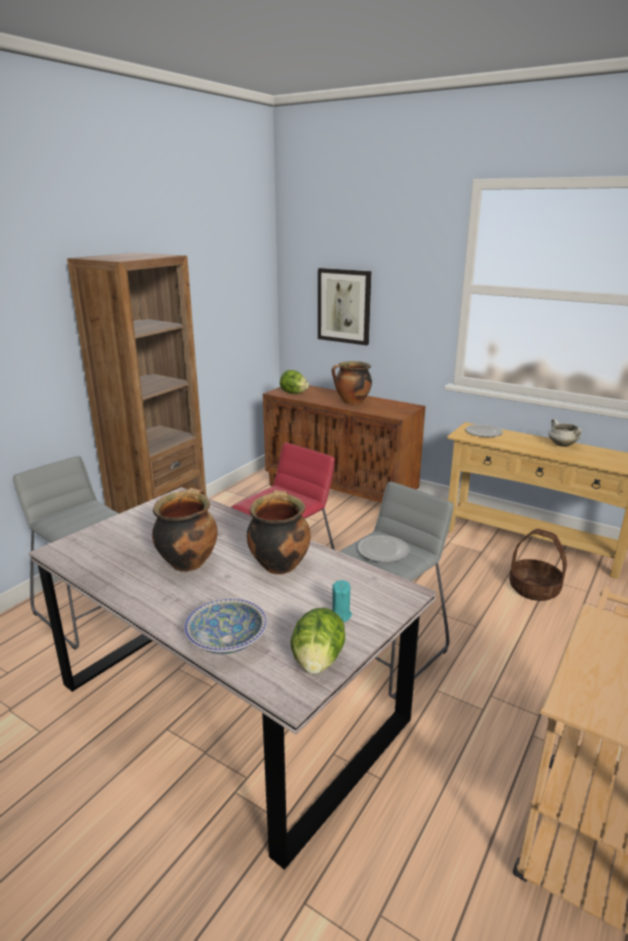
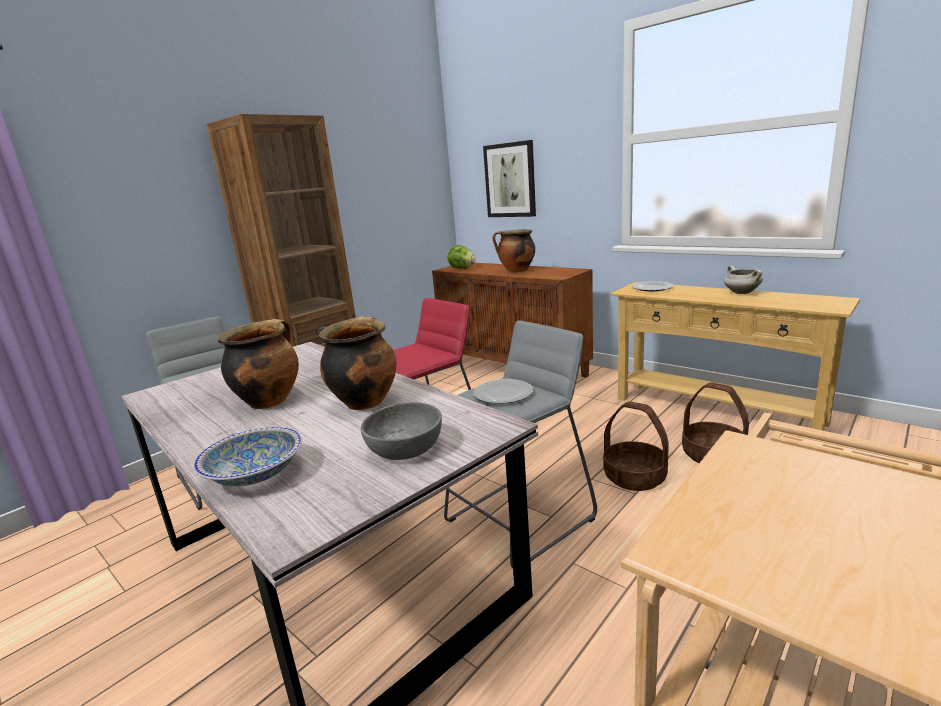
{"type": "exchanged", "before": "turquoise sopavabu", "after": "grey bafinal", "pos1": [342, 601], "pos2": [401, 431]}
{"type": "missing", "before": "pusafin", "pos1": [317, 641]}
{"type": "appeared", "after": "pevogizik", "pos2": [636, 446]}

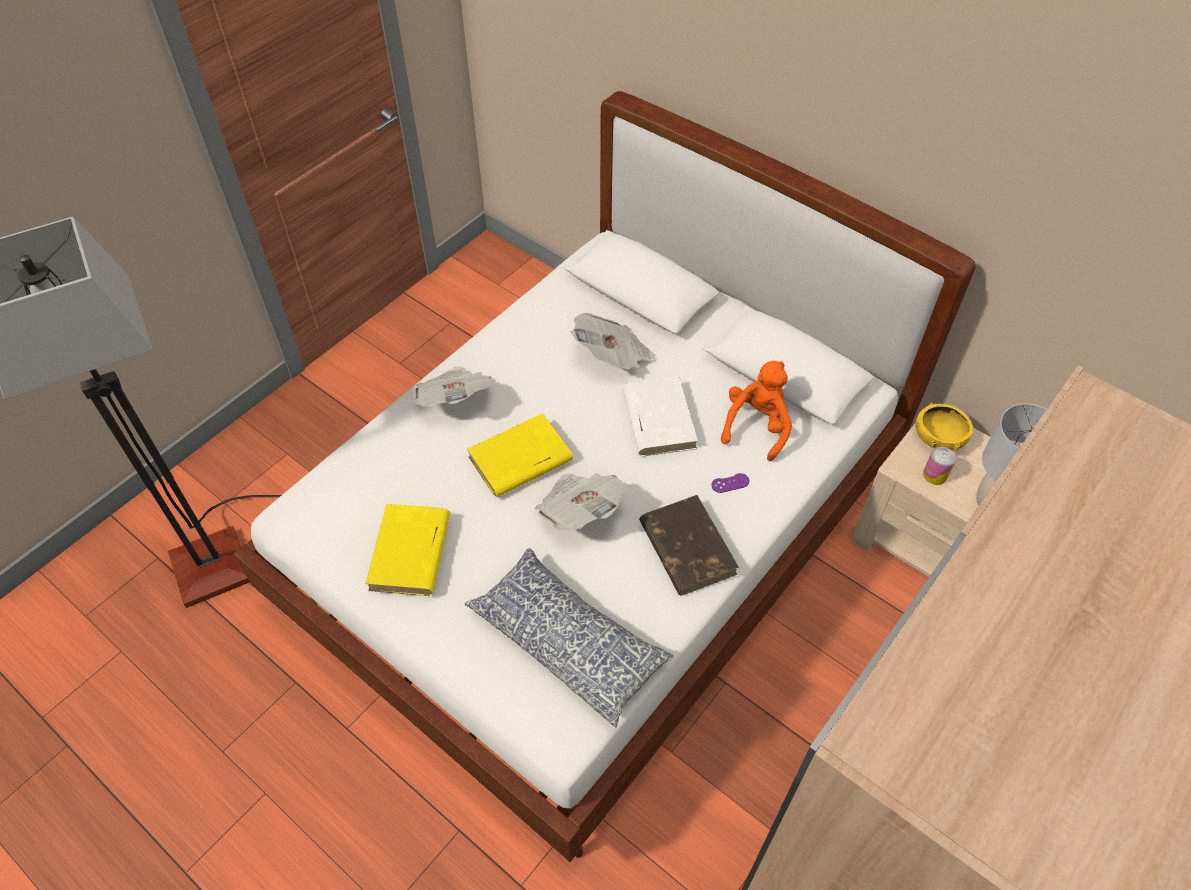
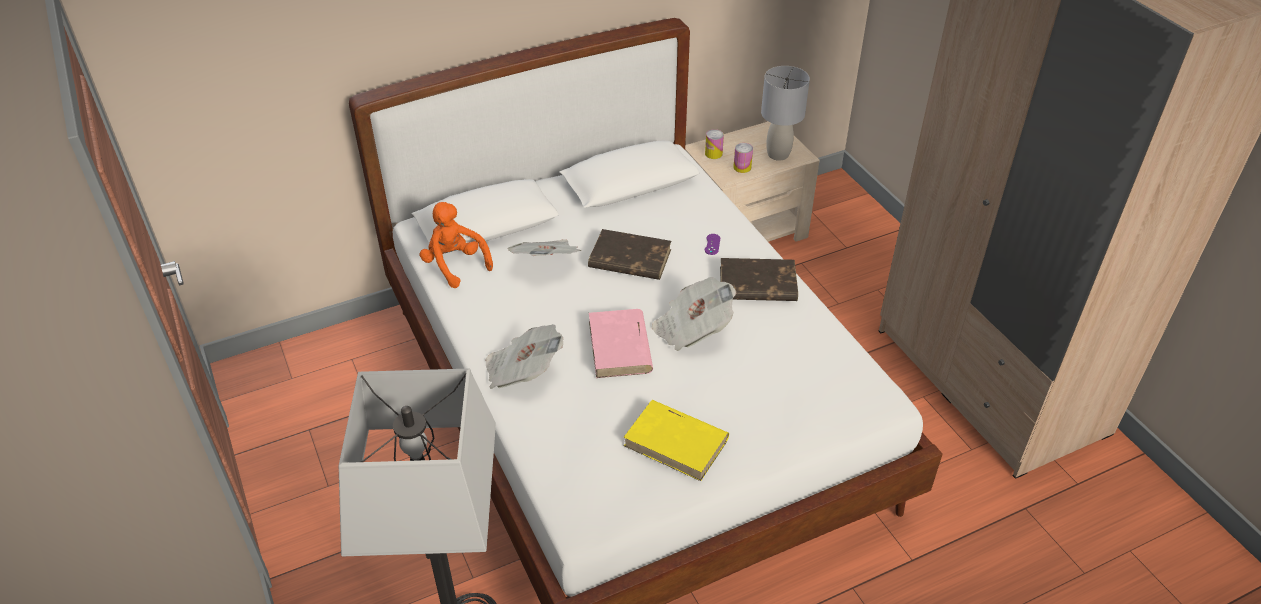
{"type": "relocated", "before": "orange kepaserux", "pos1": [756, 411], "pos2": [456, 245]}
{"type": "colour", "before": "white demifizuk", "after": "brown demifizuk", "pos1": [660, 416], "pos2": [629, 254]}
{"type": "exchanged", "before": "yellow bafinal", "after": "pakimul", "pos1": [944, 426], "pos2": [714, 144]}
{"type": "colour", "before": "yellow demifizuk", "after": "pink demifizuk", "pos1": [520, 455], "pos2": [621, 343]}
{"type": "missing", "before": "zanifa", "pos1": [569, 637]}

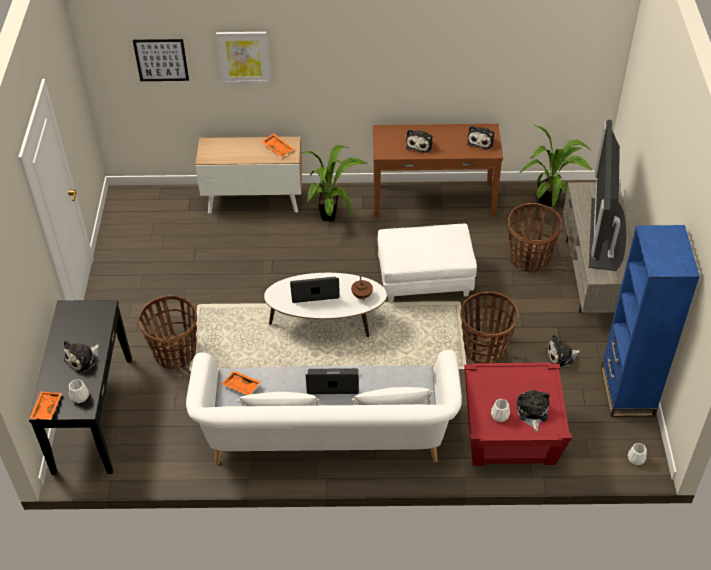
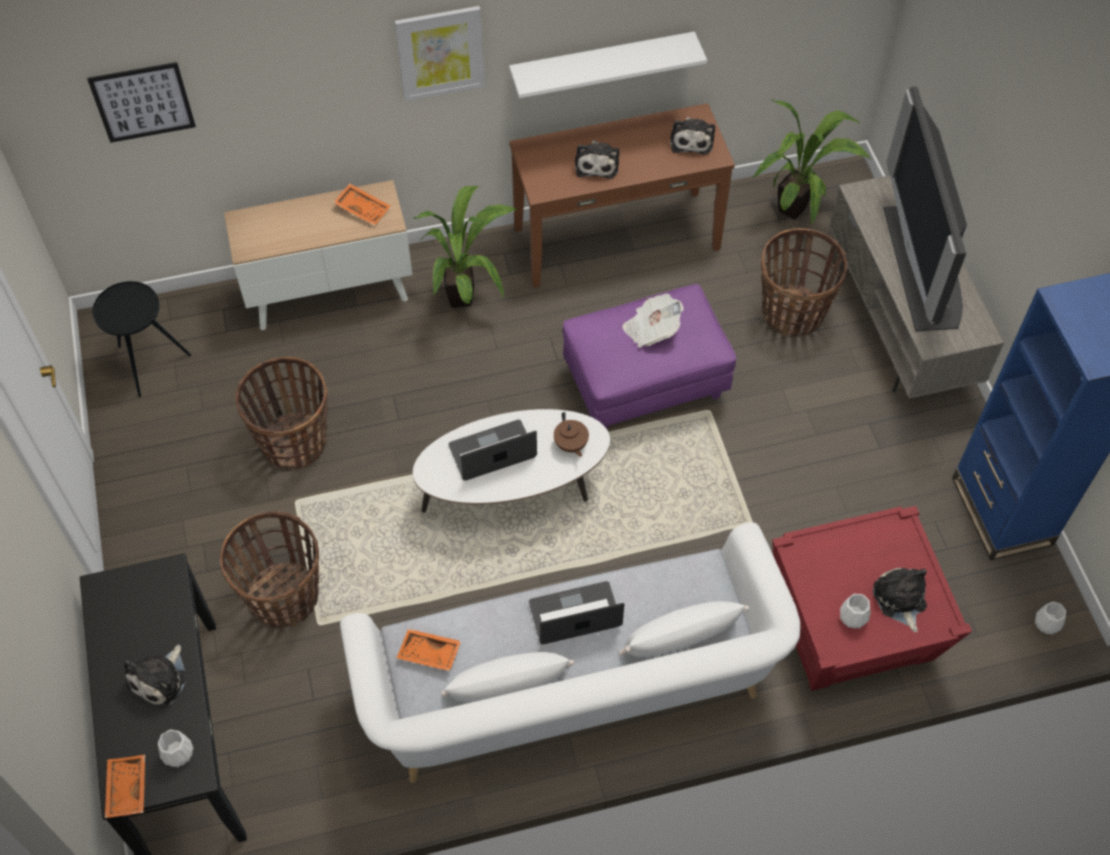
{"type": "relocated", "before": "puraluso", "pos1": [243, 58], "pos2": [440, 53]}
{"type": "colour", "before": "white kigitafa", "after": "purple kigitafa", "pos1": [427, 263], "pos2": [650, 357]}
{"type": "relocated", "before": "pevogizik", "pos1": [489, 327], "pos2": [281, 413]}
{"type": "missing", "before": "kepaserux", "pos1": [563, 351]}
{"type": "appeared", "after": "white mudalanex", "pos2": [608, 65]}
{"type": "appeared", "after": "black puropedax", "pos2": [141, 339]}
{"type": "appeared", "after": "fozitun", "pos2": [653, 321]}

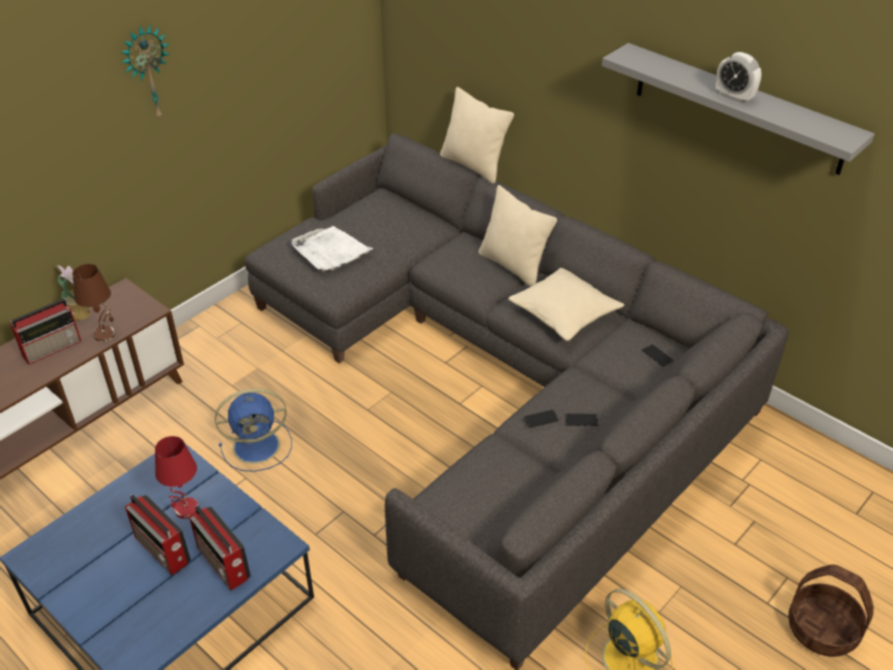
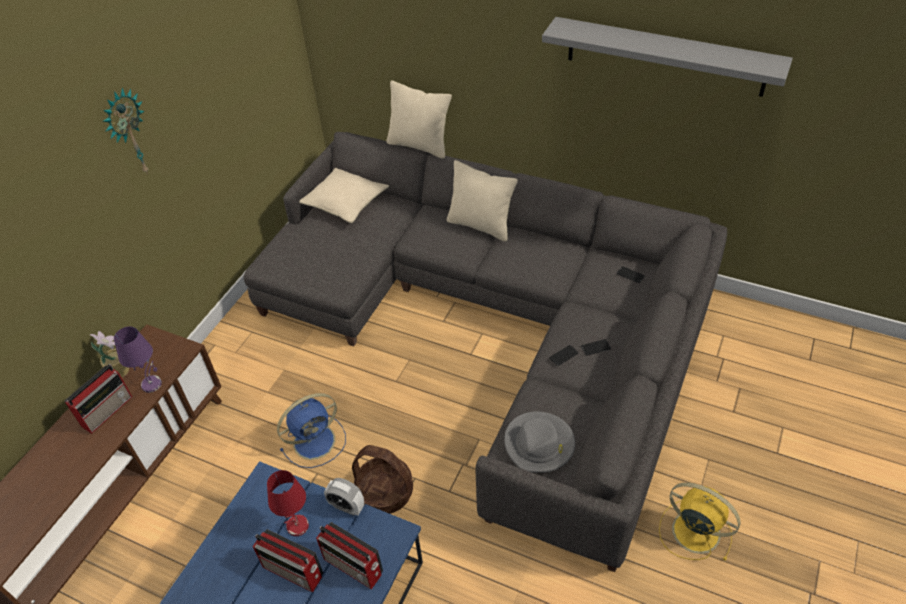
{"type": "relocated", "before": "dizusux", "pos1": [739, 77], "pos2": [344, 497]}
{"type": "missing", "before": "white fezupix", "pos1": [332, 249]}
{"type": "colour", "before": "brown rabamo", "after": "purple rabamo", "pos1": [94, 303], "pos2": [138, 360]}
{"type": "relocated", "before": "beige zanifa", "pos1": [566, 304], "pos2": [344, 195]}
{"type": "relocated", "before": "pevogizik", "pos1": [831, 611], "pos2": [382, 479]}
{"type": "appeared", "after": "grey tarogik", "pos2": [539, 442]}

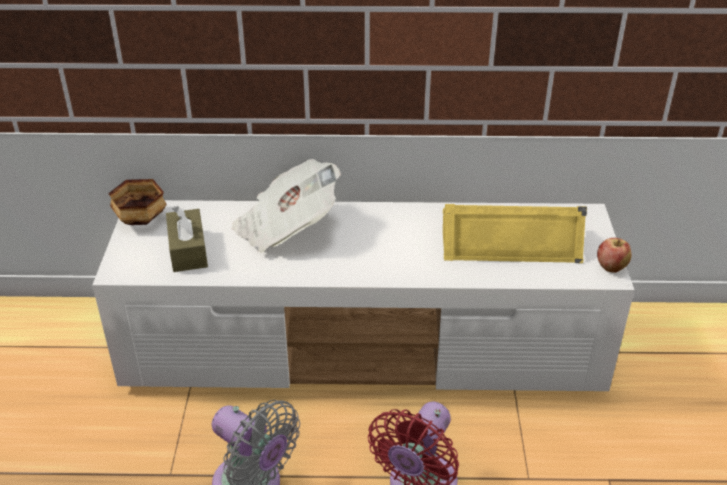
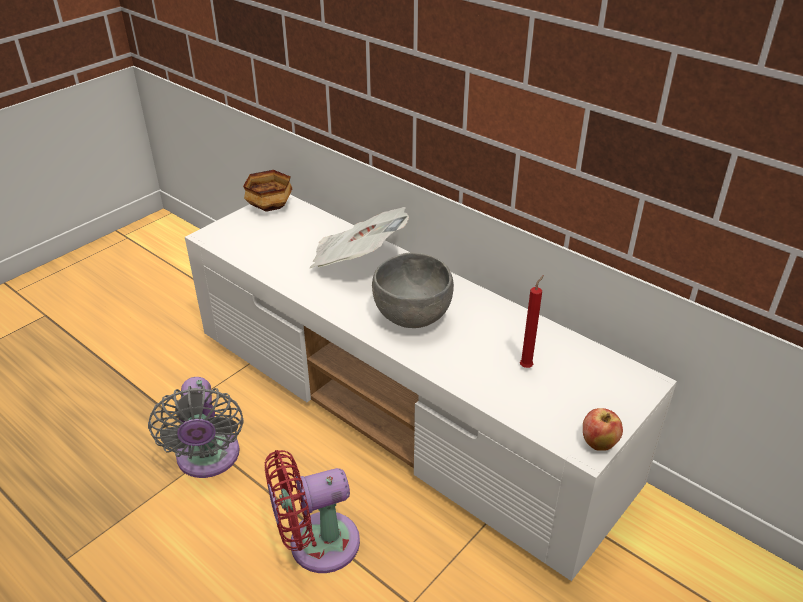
{"type": "exchanged", "before": "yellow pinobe", "after": "red sopavabu", "pos1": [515, 233], "pos2": [532, 321]}
{"type": "missing", "before": "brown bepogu", "pos1": [187, 239]}
{"type": "appeared", "after": "grey bafinal", "pos2": [413, 290]}

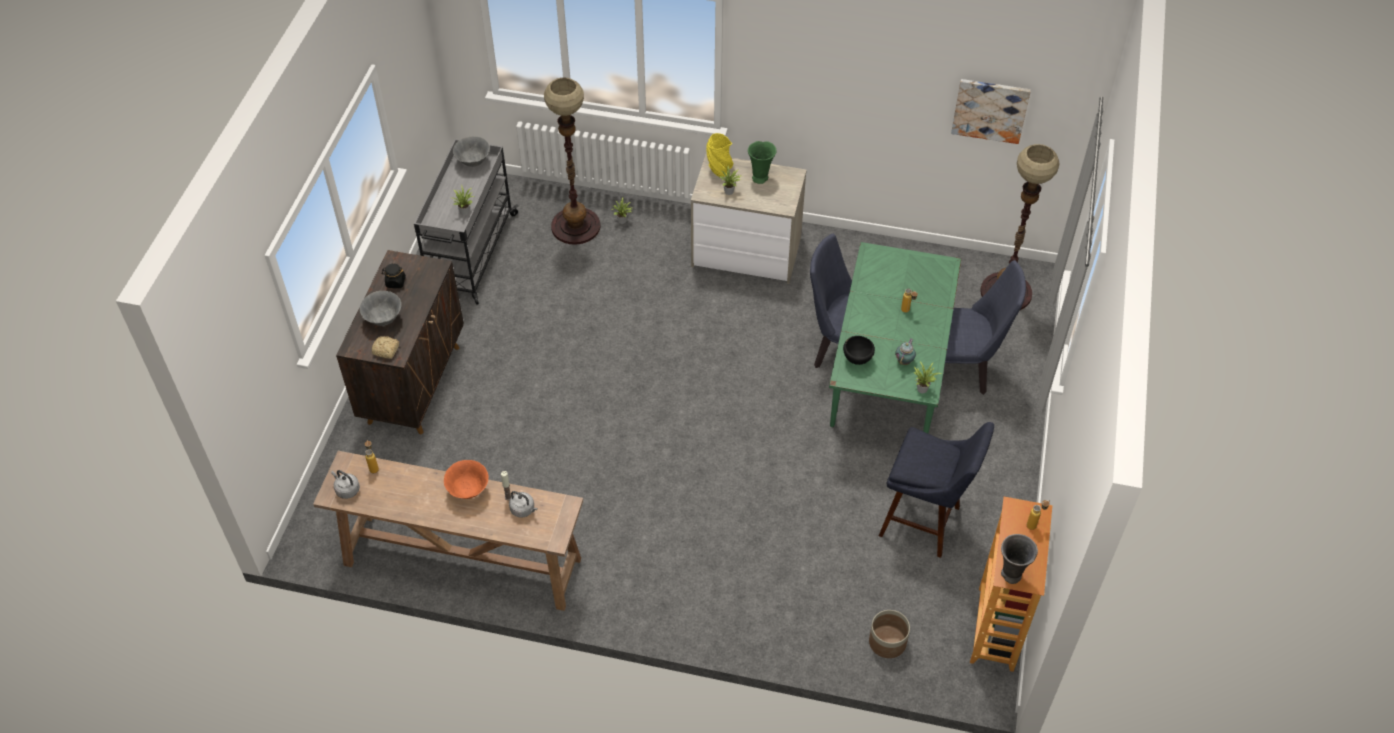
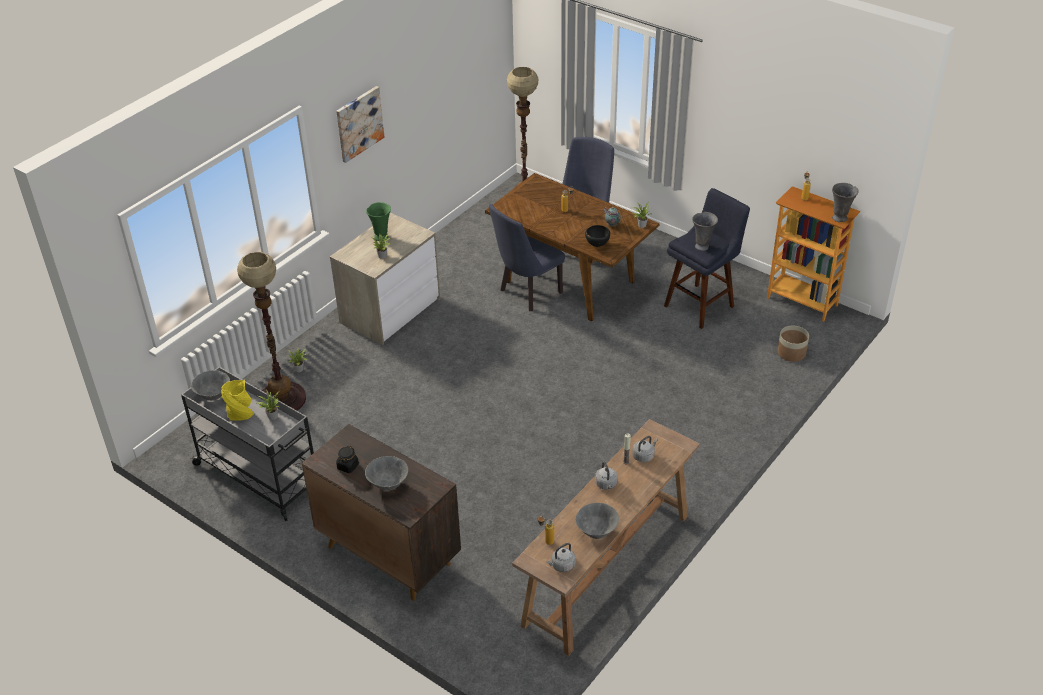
{"type": "relocated", "before": "puraluso", "pos1": [991, 111], "pos2": [360, 124]}
{"type": "relocated", "before": "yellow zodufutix", "pos1": [719, 155], "pos2": [237, 400]}
{"type": "colour", "before": "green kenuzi", "after": "brown kenuzi", "pos1": [895, 337], "pos2": [572, 247]}
{"type": "missing", "before": "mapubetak", "pos1": [385, 347]}
{"type": "exchanged", "before": "orange bafinal", "after": "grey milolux", "pos1": [466, 479], "pos2": [606, 475]}
{"type": "appeared", "after": "grey zodufutix", "pos2": [705, 231]}
{"type": "appeared", "after": "grey bafinal", "pos2": [597, 521]}

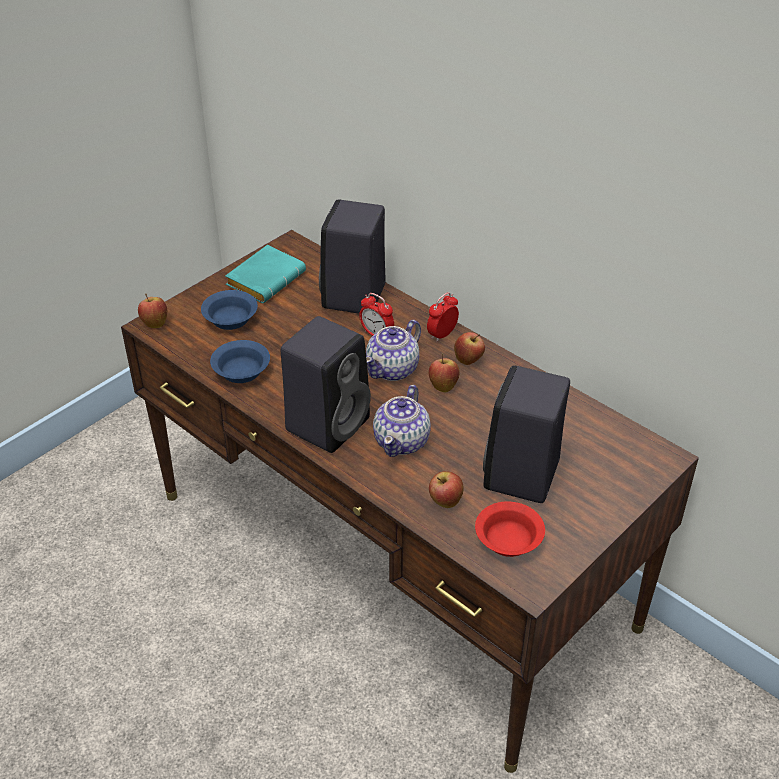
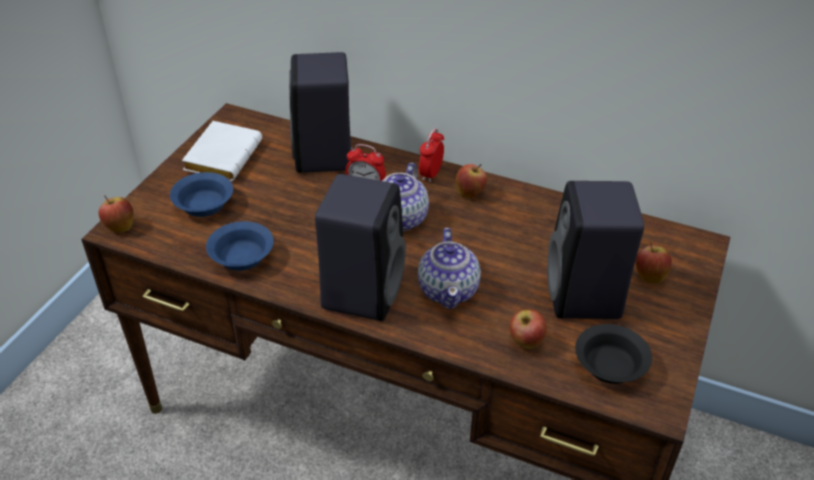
{"type": "colour", "before": "turquoise demifizuk", "after": "white demifizuk", "pos1": [265, 274], "pos2": [222, 151]}
{"type": "relocated", "before": "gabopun", "pos1": [444, 373], "pos2": [653, 262]}
{"type": "colour", "before": "red bafinal", "after": "black bafinal", "pos1": [510, 529], "pos2": [613, 354]}

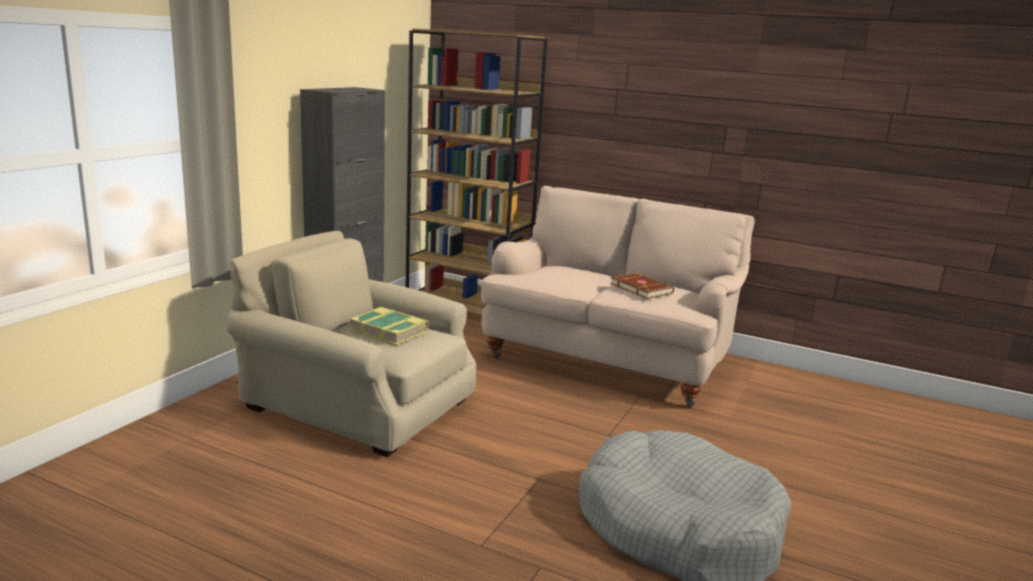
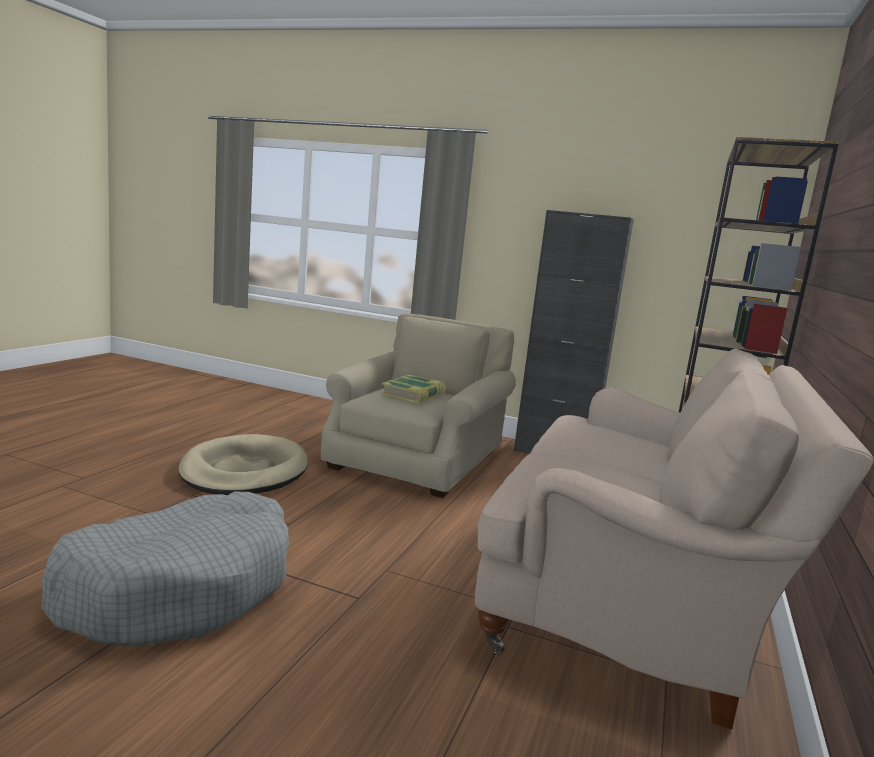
{"type": "missing", "before": "brown demifizuk", "pos1": [642, 286]}
{"type": "appeared", "after": "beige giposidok", "pos2": [243, 464]}

